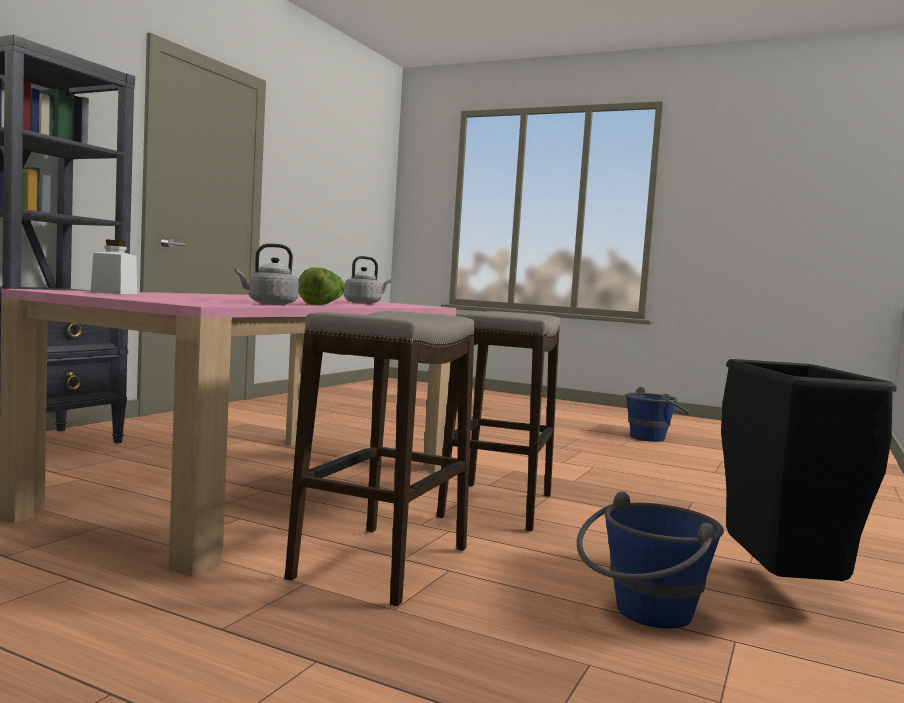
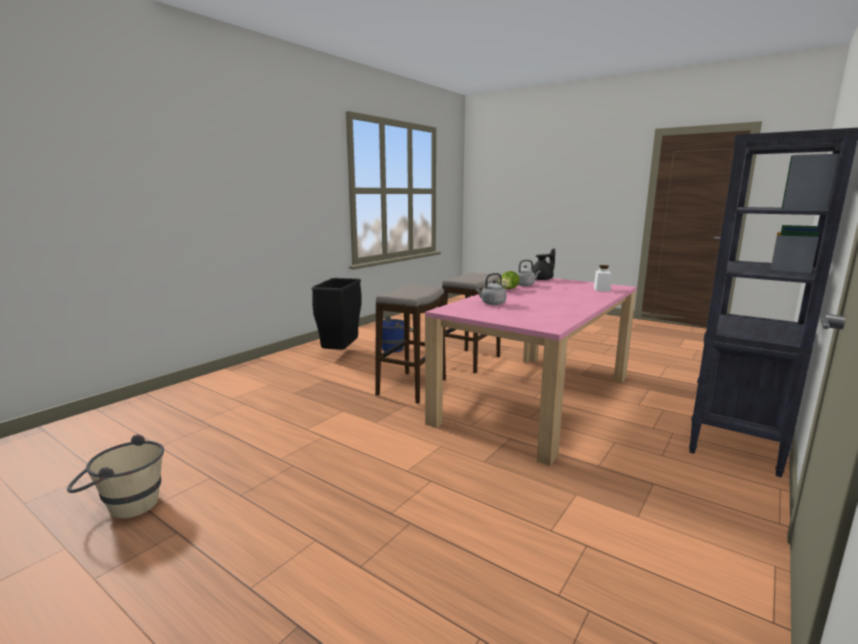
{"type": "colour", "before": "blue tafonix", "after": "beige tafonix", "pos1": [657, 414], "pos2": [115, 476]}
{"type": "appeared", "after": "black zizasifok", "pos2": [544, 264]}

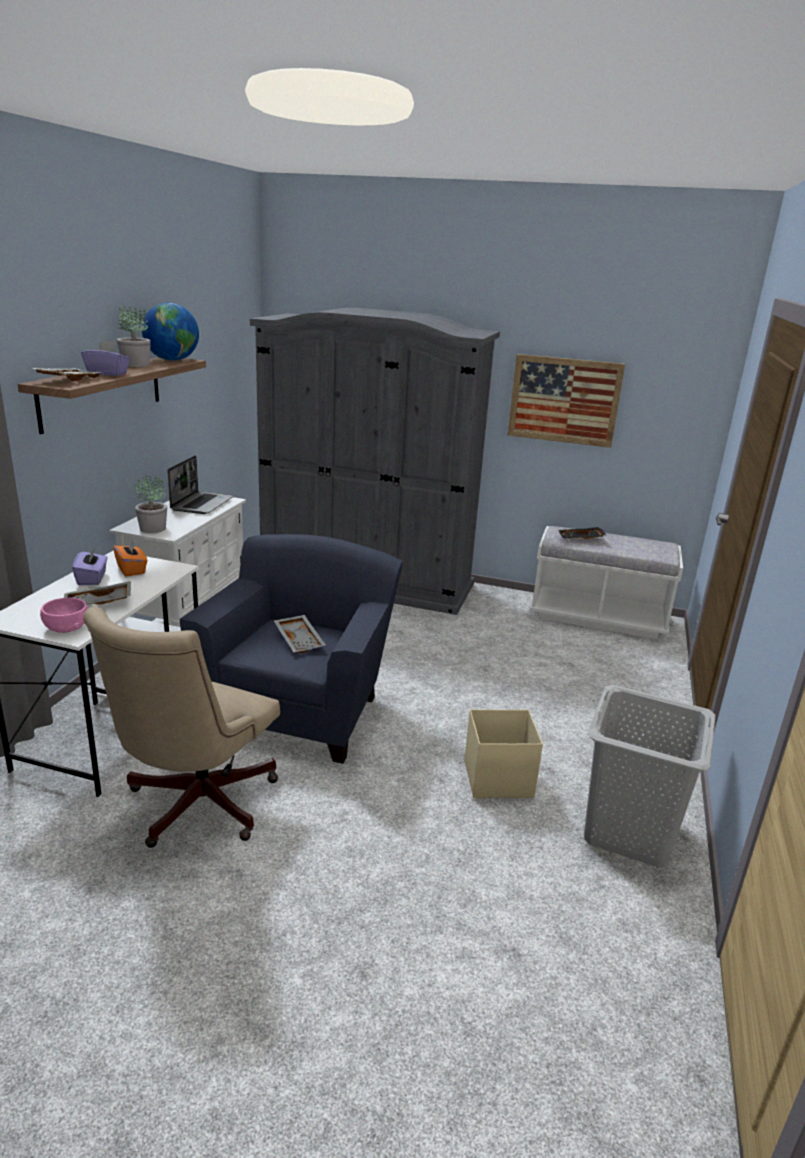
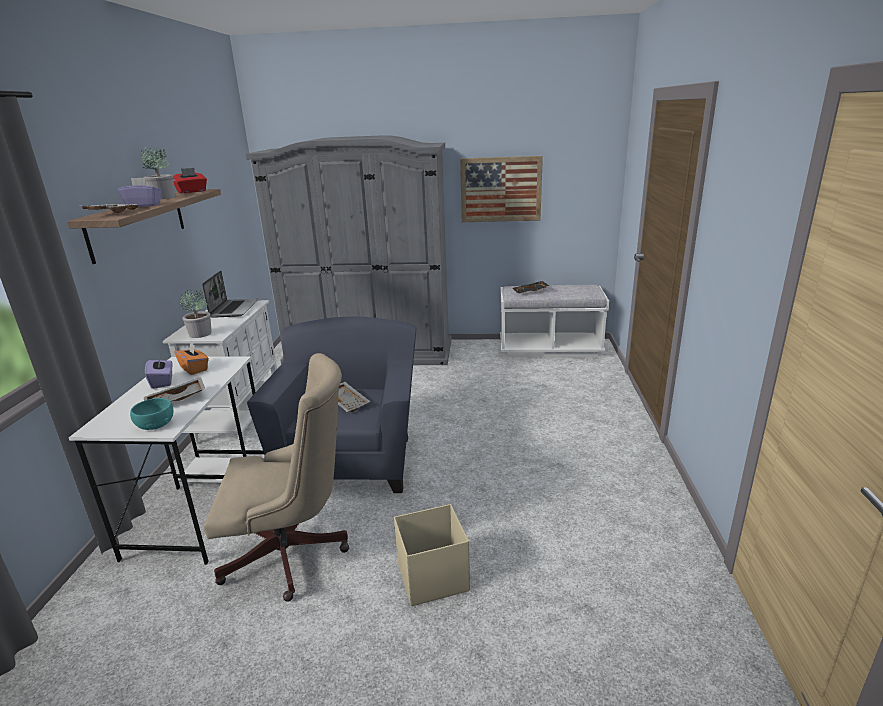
{"type": "exchanged", "before": "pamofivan", "after": "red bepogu", "pos1": [170, 332], "pos2": [190, 180]}
{"type": "colour", "before": "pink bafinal", "after": "turquoise bafinal", "pos1": [64, 615], "pos2": [151, 414]}
{"type": "spun", "before": "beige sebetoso", "pos1": [181, 727], "pos2": [276, 477], "turn": -105}
{"type": "missing", "before": "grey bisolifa", "pos1": [650, 776]}
{"type": "relocated", "before": "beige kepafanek", "pos1": [503, 753], "pos2": [432, 555]}

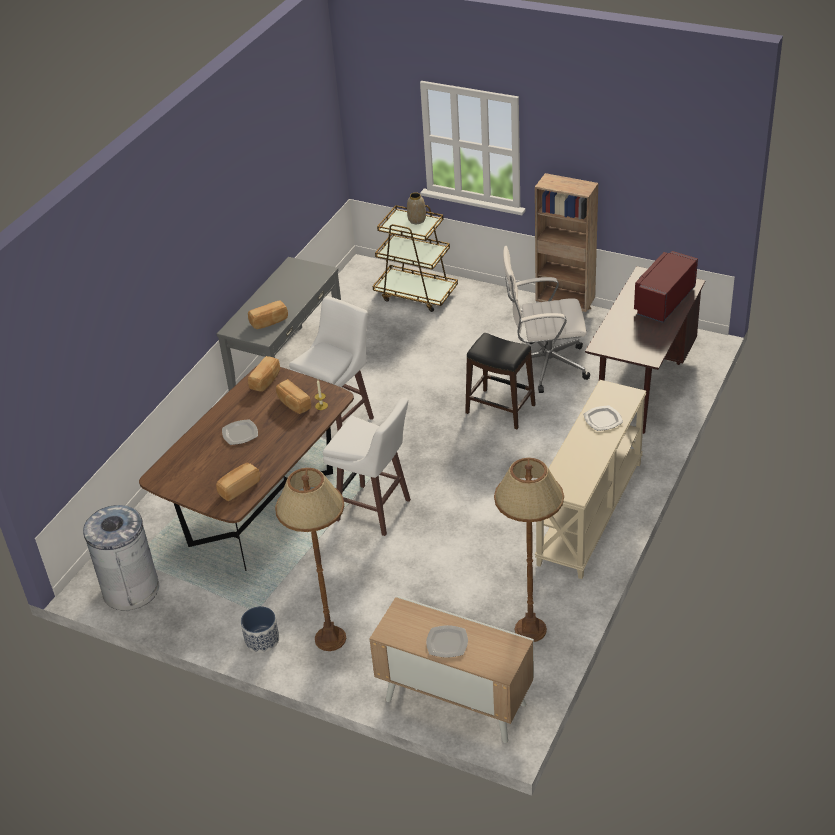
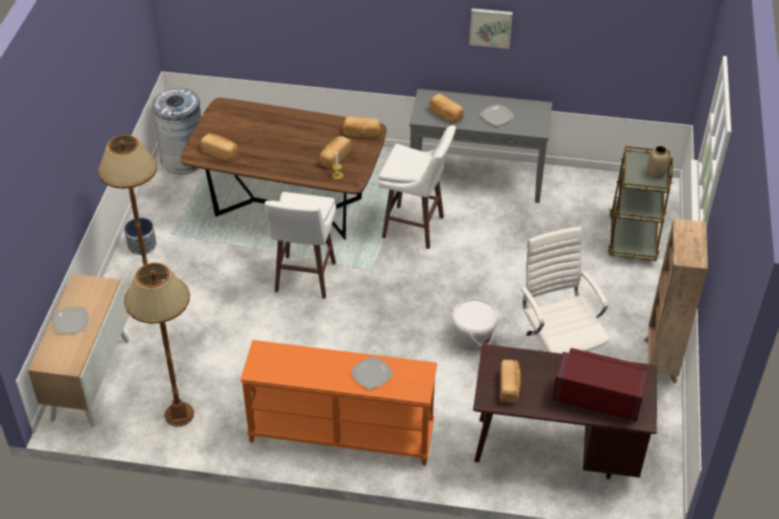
{"type": "exchanged", "before": "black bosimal", "after": "white tafonix", "pos1": [500, 381], "pos2": [475, 324]}
{"type": "colour", "before": "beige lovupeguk", "after": "orange lovupeguk", "pos1": [590, 479], "pos2": [338, 402]}
{"type": "relocated", "before": "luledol", "pos1": [240, 432], "pos2": [497, 115]}
{"type": "appeared", "after": "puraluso", "pos2": [491, 28]}
{"type": "appeared", "after": "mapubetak", "pos2": [510, 381]}

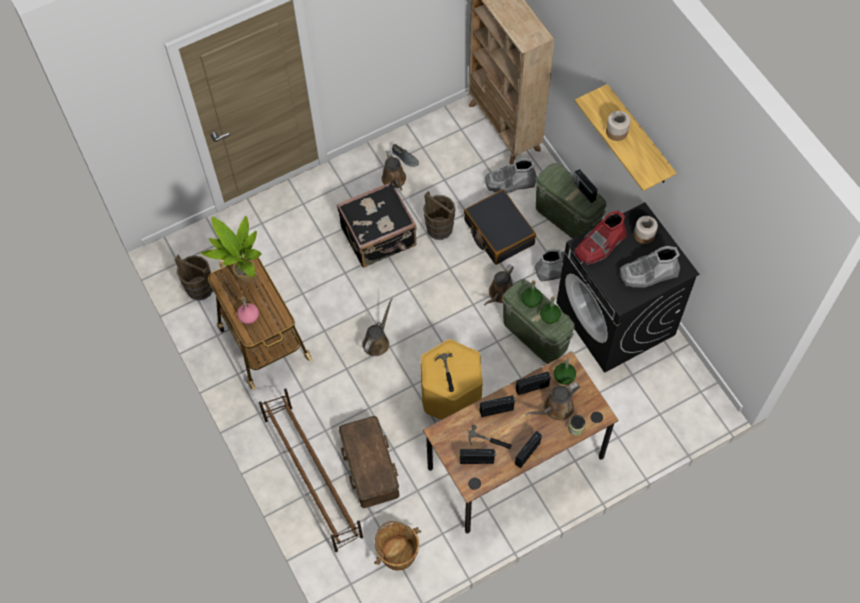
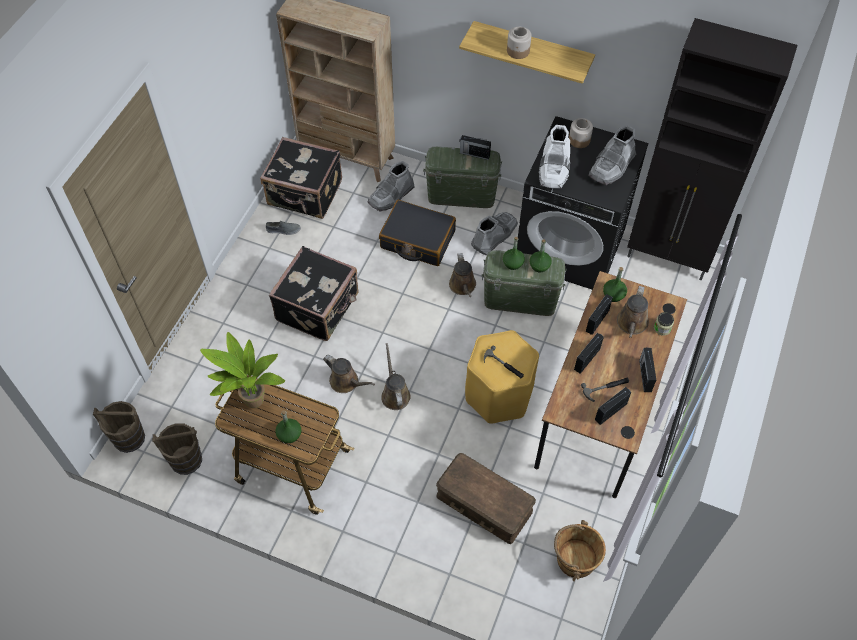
{"type": "relocated", "before": "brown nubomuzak", "pos1": [394, 170], "pos2": [349, 374]}
{"type": "relocated", "before": "brown tafonix", "pos1": [439, 215], "pos2": [119, 427]}
{"type": "colour", "before": "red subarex", "after": "white subarex", "pos1": [600, 238], "pos2": [554, 156]}
{"type": "colour", "before": "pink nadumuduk", "after": "green nadumuduk", "pos1": [248, 310], "pos2": [288, 426]}
{"type": "missing", "before": "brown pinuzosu", "pos1": [311, 470]}
{"type": "appeared", "after": "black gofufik", "pos2": [712, 149]}
{"type": "appeared", "after": "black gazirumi", "pos2": [301, 178]}

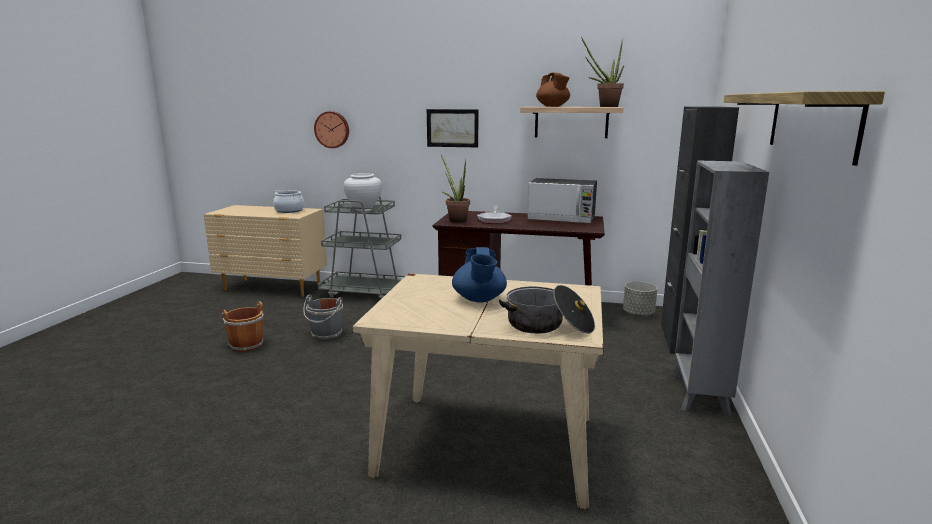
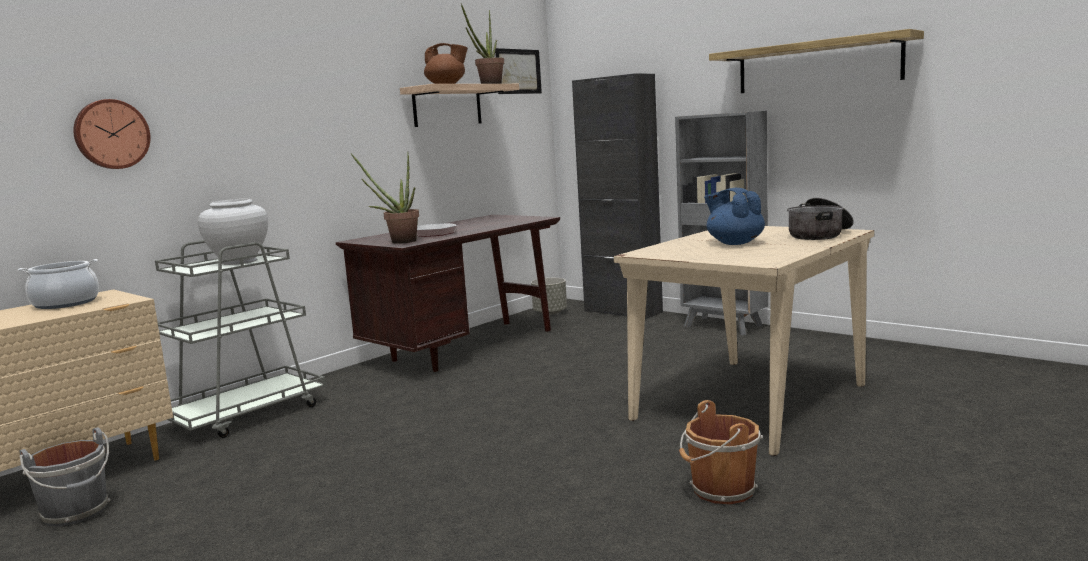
{"type": "relocated", "before": "puraluso", "pos1": [452, 128], "pos2": [518, 71]}
{"type": "missing", "before": "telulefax", "pos1": [562, 200]}
{"type": "spun", "before": "blue zizasifok", "pos1": [479, 275], "pos2": [734, 216], "turn": -150}
{"type": "relocated", "before": "grey tafonix", "pos1": [323, 317], "pos2": [64, 476]}
{"type": "relocated", "before": "brown tafonix", "pos1": [241, 326], "pos2": [721, 452]}

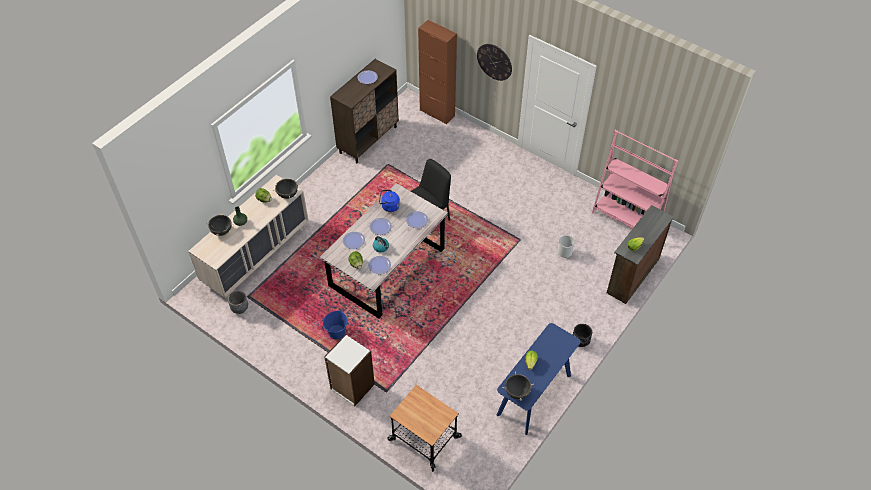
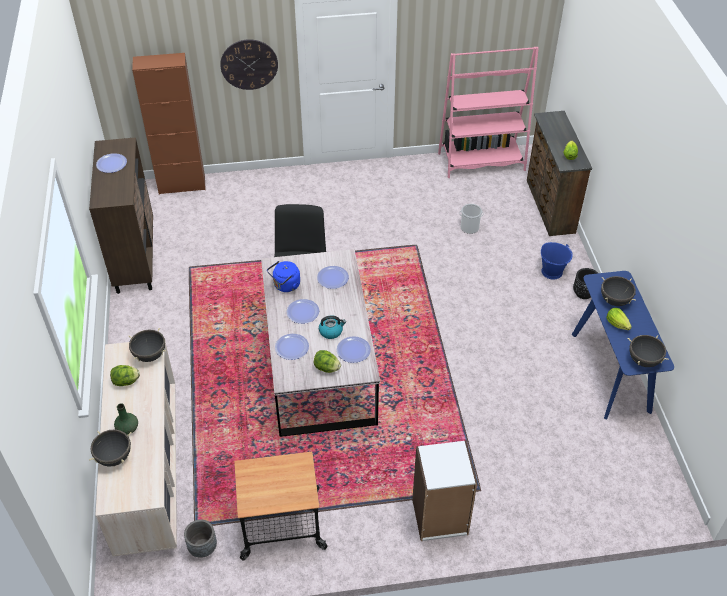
{"type": "relocated", "before": "blue tafonix", "pos1": [335, 325], "pos2": [557, 260]}
{"type": "relocated", "before": "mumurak", "pos1": [424, 428], "pos2": [280, 506]}
{"type": "appeared", "after": "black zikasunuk", "pos2": [618, 291]}

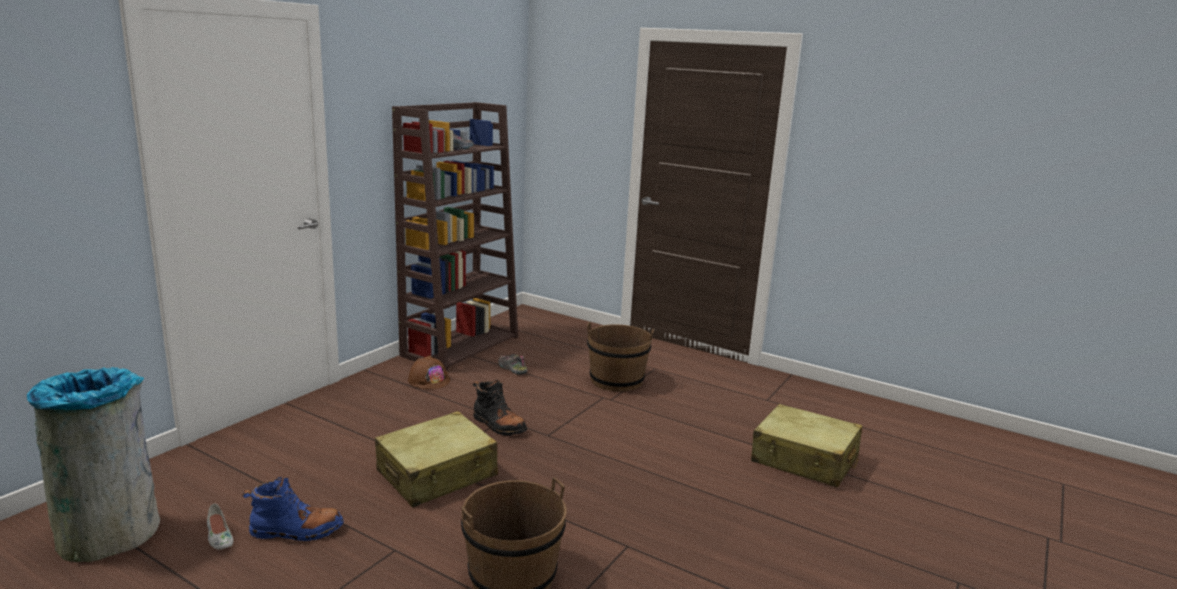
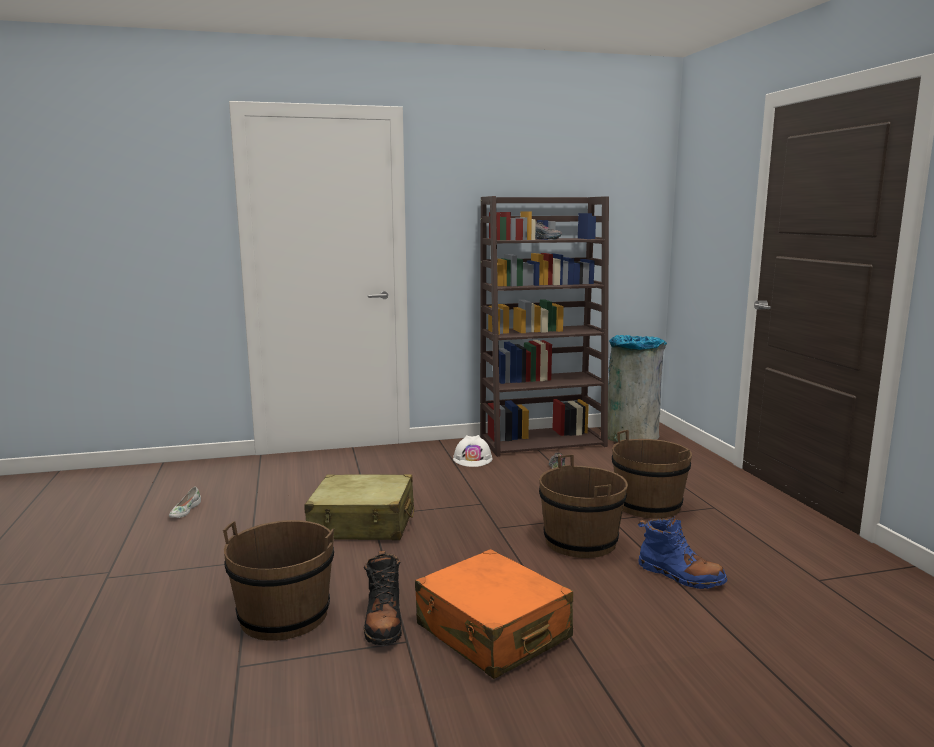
{"type": "colour", "before": "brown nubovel", "after": "white nubovel", "pos1": [429, 372], "pos2": [473, 451]}
{"type": "relocated", "before": "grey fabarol", "pos1": [93, 464], "pos2": [637, 388]}
{"type": "relocated", "before": "black subarex", "pos1": [500, 408], "pos2": [383, 597]}
{"type": "missing", "before": "beige gazirumi", "pos1": [807, 446]}
{"type": "relocated", "before": "blue subarex", "pos1": [293, 508], "pos2": [682, 553]}
{"type": "appeared", "after": "brown tafonix", "pos2": [583, 506]}
{"type": "appeared", "after": "orange gazirumi", "pos2": [494, 614]}

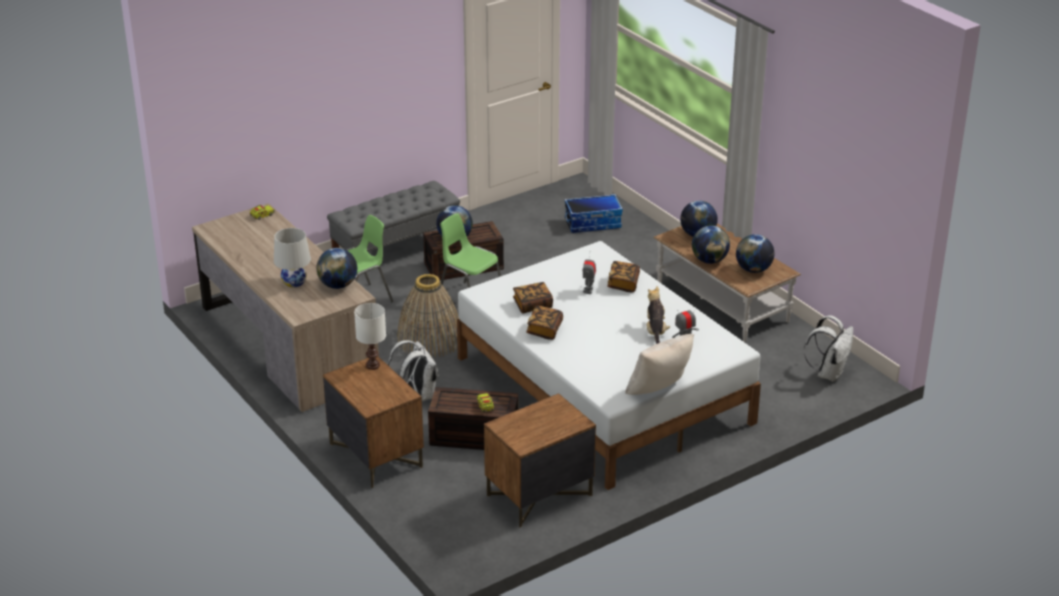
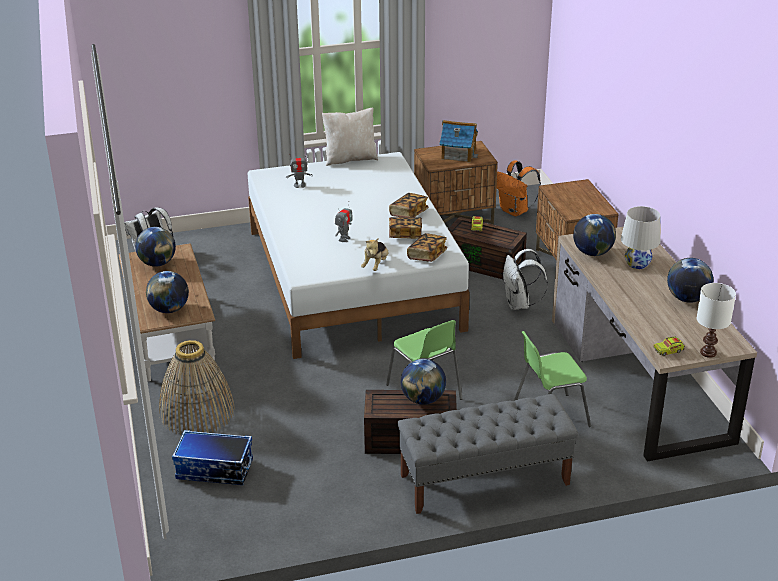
{"type": "relocated", "before": "pamofivan", "pos1": [711, 244], "pos2": [690, 280]}
{"type": "relocated", "before": "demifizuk", "pos1": [623, 276], "pos2": [427, 247]}
{"type": "relocated", "before": "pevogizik", "pos1": [428, 316], "pos2": [197, 387]}
{"type": "relocated", "before": "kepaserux", "pos1": [658, 315], "pos2": [374, 254]}
{"type": "relocated", "before": "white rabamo", "pos1": [370, 336], "pos2": [716, 320]}
{"type": "appeared", "after": "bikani", "pos2": [459, 141]}
{"type": "appeared", "after": "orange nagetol", "pos2": [519, 188]}

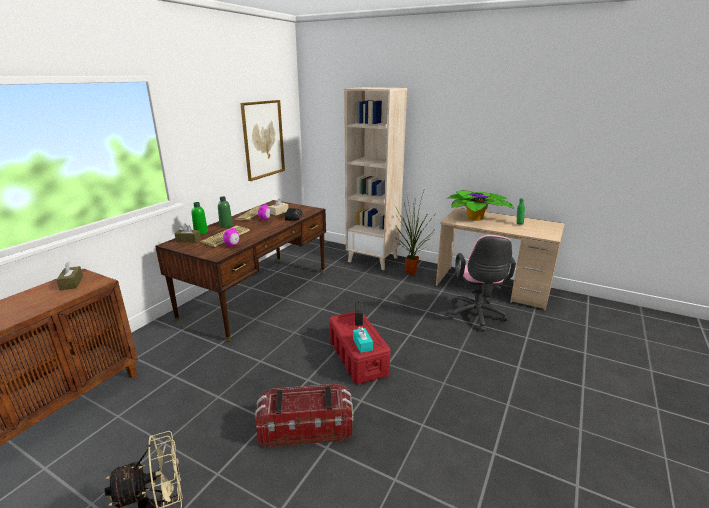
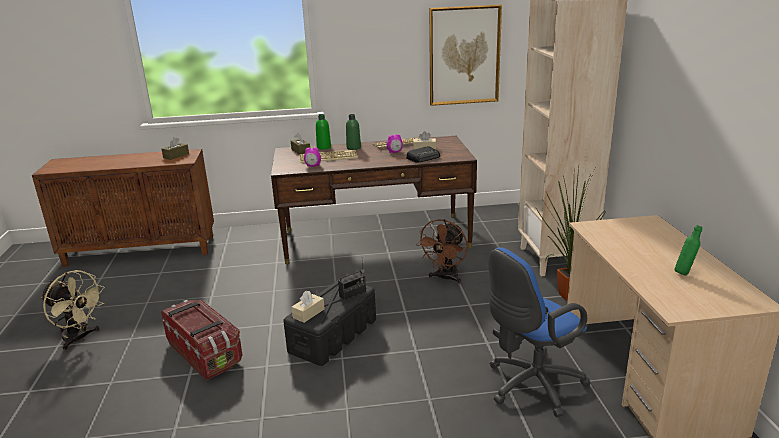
{"type": "missing", "before": "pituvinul", "pos1": [481, 205]}
{"type": "colour", "before": "pink sebetoso", "after": "blue sebetoso", "pos1": [482, 283], "pos2": [540, 332]}
{"type": "colour", "before": "red kepafanek", "after": "black kepafanek", "pos1": [360, 348], "pos2": [329, 322]}
{"type": "colour", "before": "turquoise bepogu", "after": "beige bepogu", "pos1": [363, 340], "pos2": [308, 307]}
{"type": "appeared", "after": "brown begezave", "pos2": [442, 251]}

